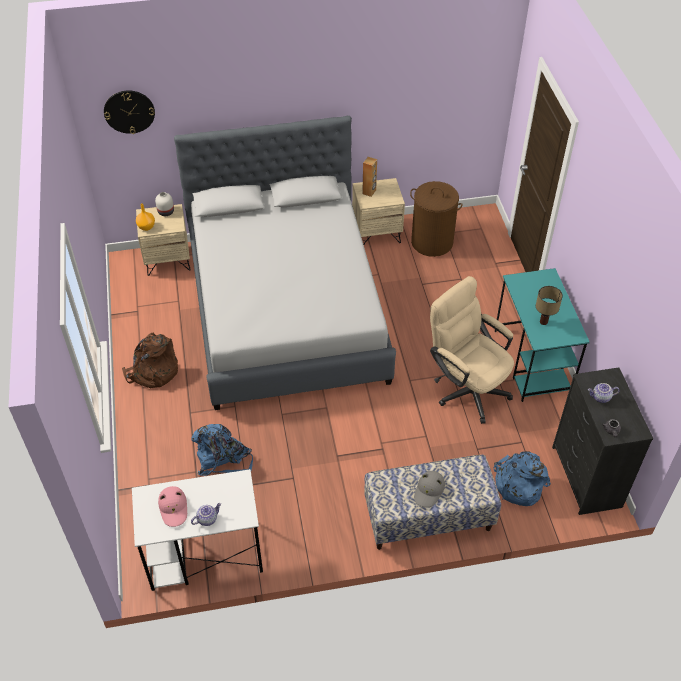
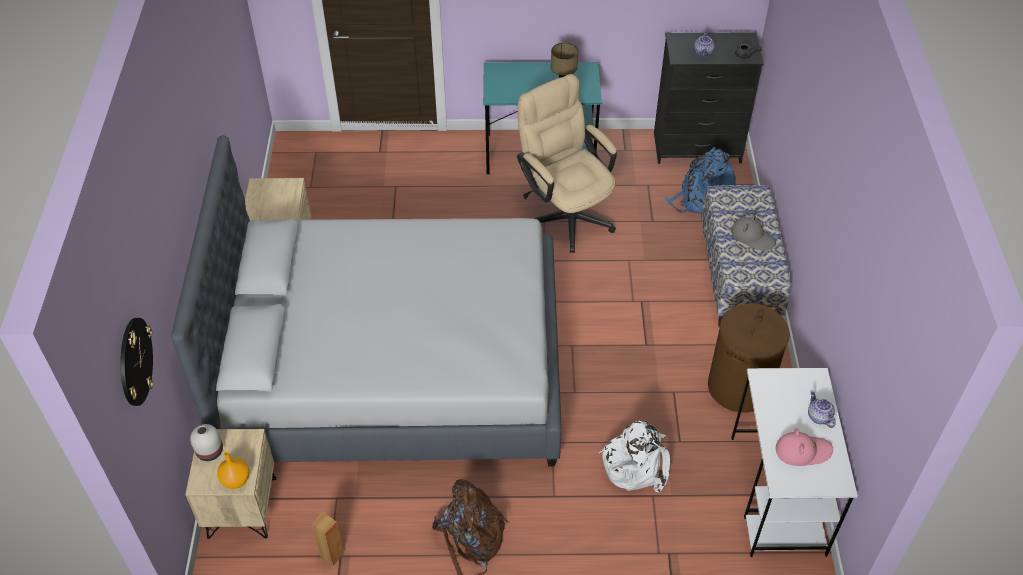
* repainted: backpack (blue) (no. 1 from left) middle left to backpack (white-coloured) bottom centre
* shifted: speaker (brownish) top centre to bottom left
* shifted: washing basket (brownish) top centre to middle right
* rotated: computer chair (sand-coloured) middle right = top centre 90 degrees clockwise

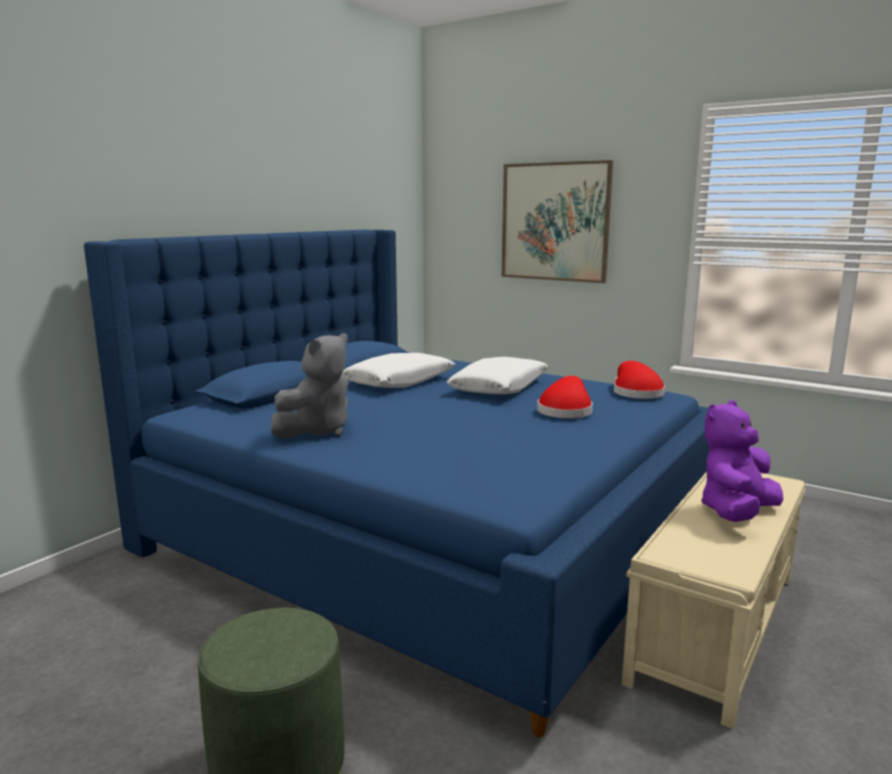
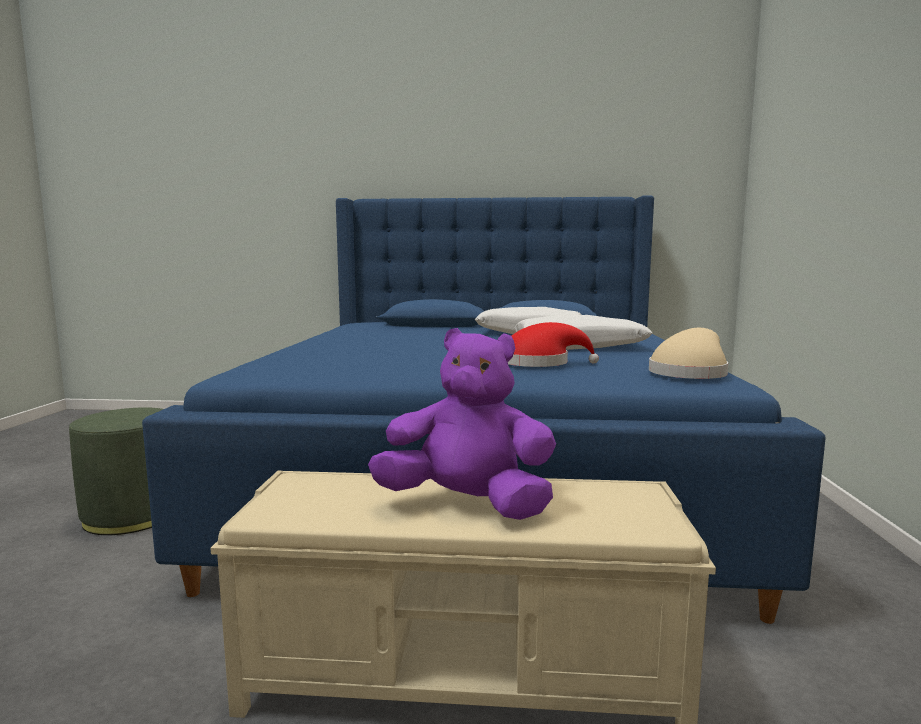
* gone: cuddly toy (greyish) centre
* gone: wall art top centre
* repainted: wearable hat (reddish) (no. 2 from left) middle right to wearable hat (sand-coloured) middle right

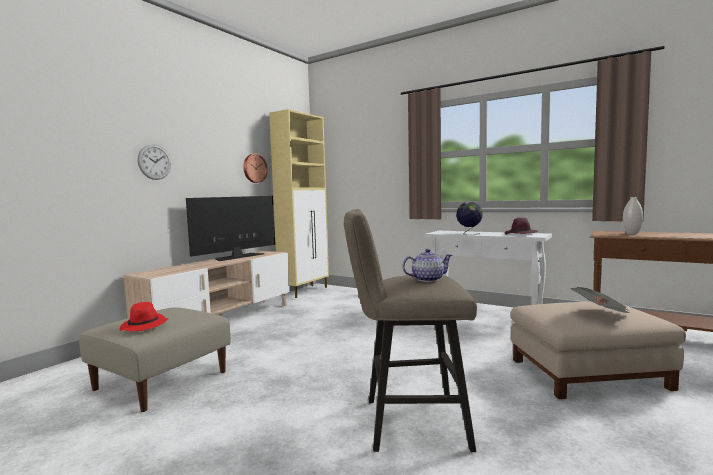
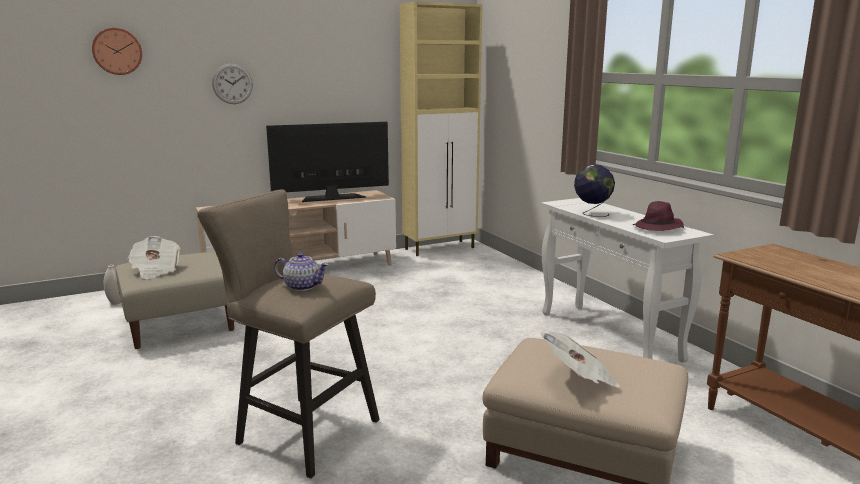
* swapped: wearable hat (reddish) middle left to printed paper (no. 1 from left) middle left
* shifted: hanging clock (no. 2 from left in the first image) centre to hanging clock (no. 1 from left) top left
* shifted: vase (white-coloured) middle right to middle left

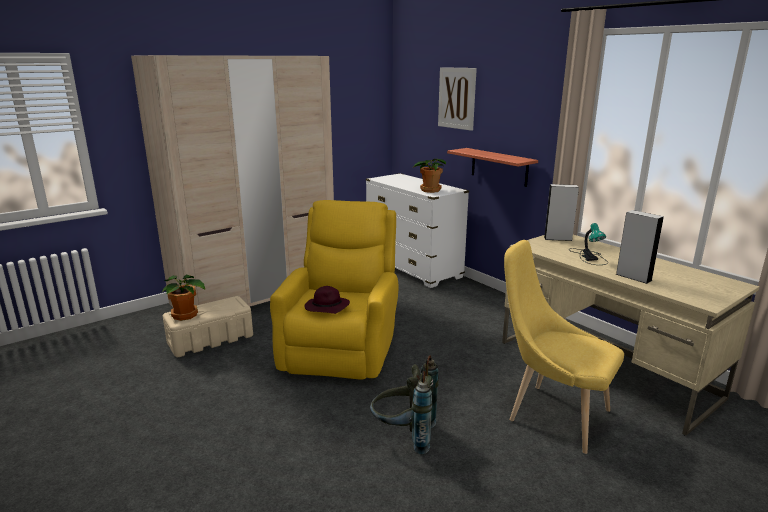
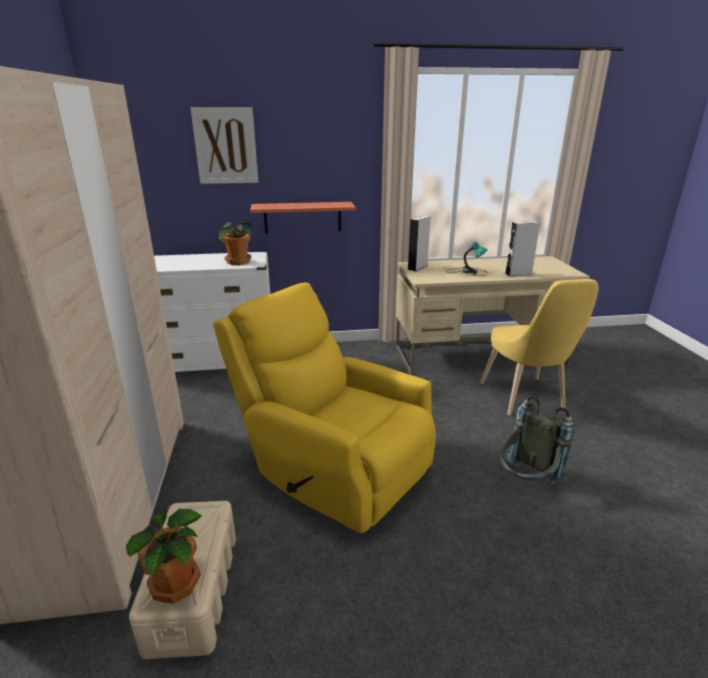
* gone: wearable hat (purplish) centre
* rotated: plain chair (yellowish) bottom right = middle right 75 degrees counterclockwise

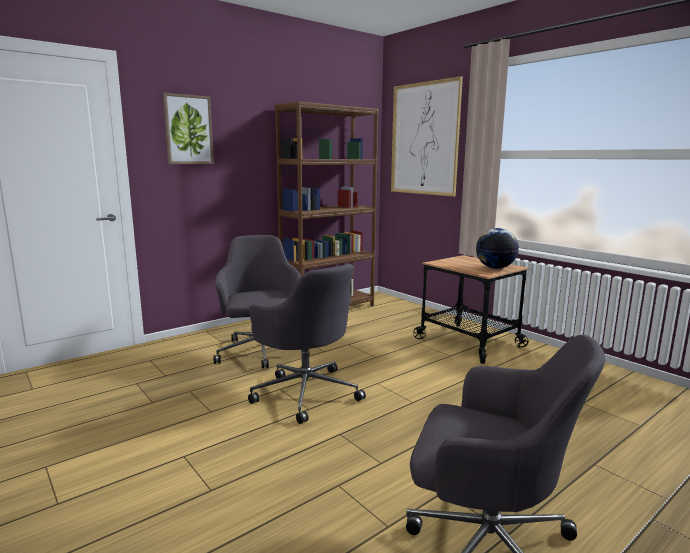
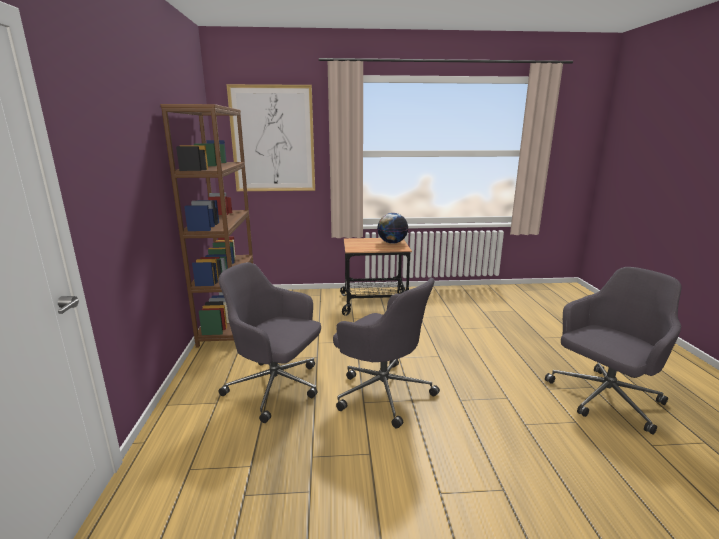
* gone: wall art (no. 1 from left) top left
* rotated: computer chair (greyish) (no. 2 from left) centre = centre 45 degrees clockwise

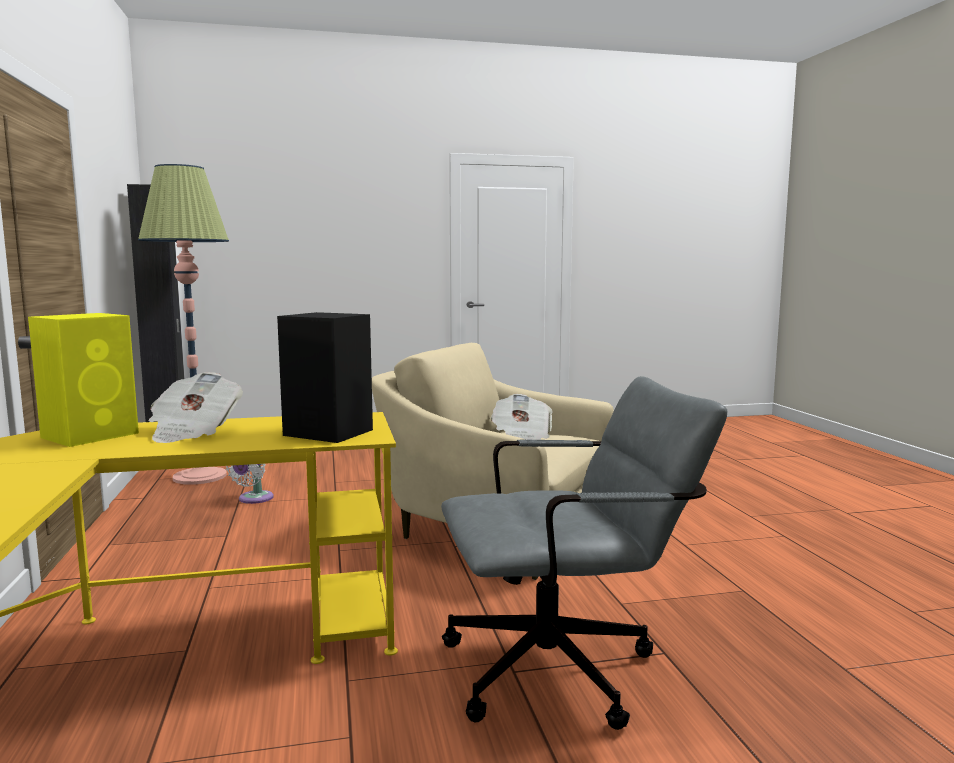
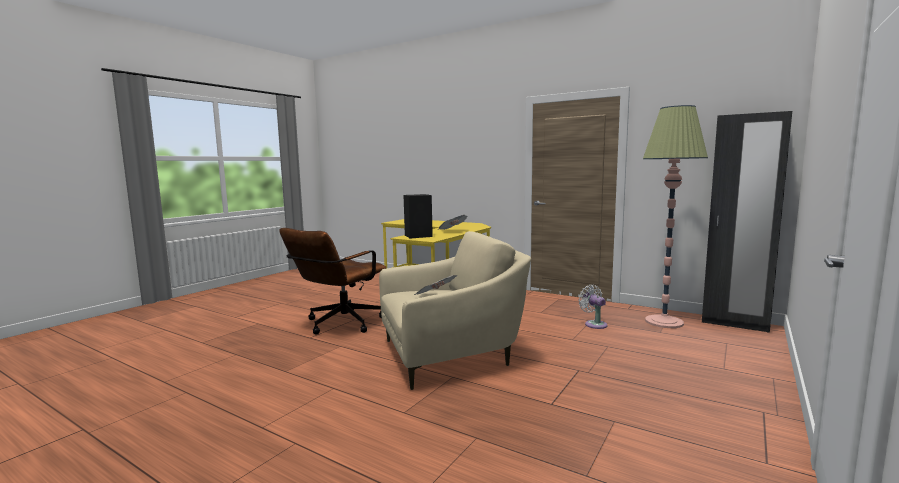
* gone: speaker (yellowish) middle left
* repainted: computer chair (greyish) bottom centre to computer chair (brownish) centre

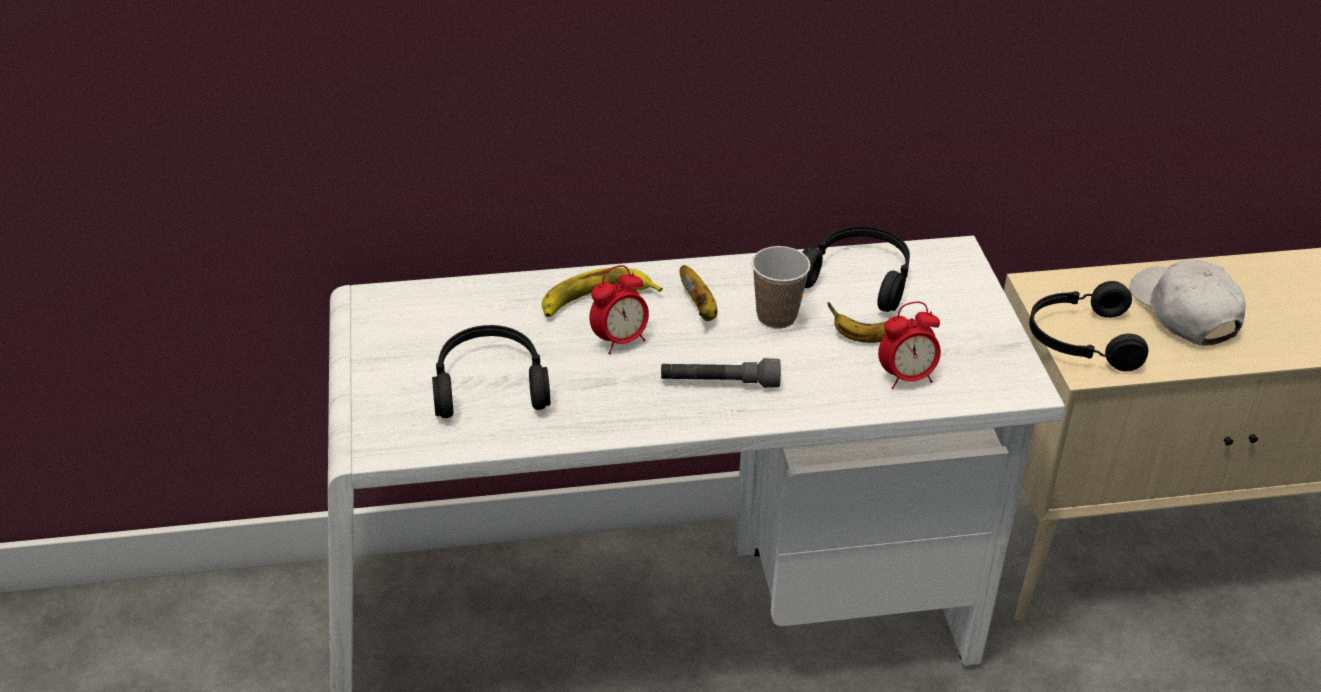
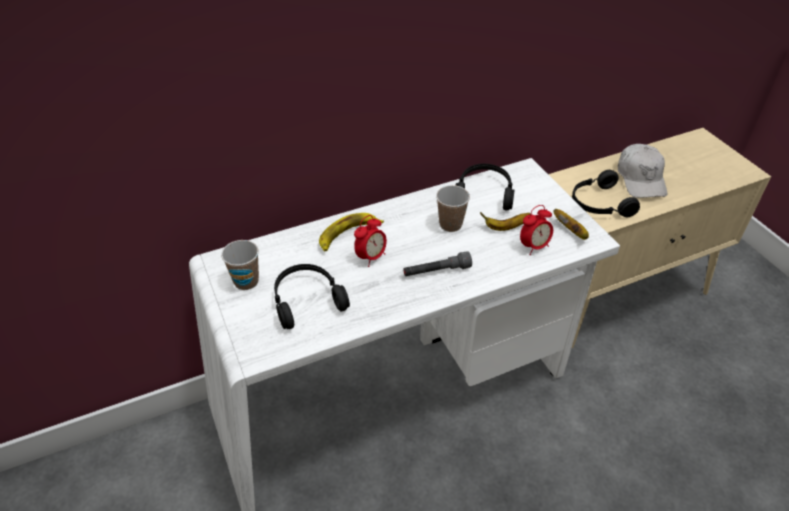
* shifted: banana fruit (no. 2 from left in the first image) centre to banana fruit (no. 3 from left) middle right
* rotated: peaked cap (white-coloured) middle right = middle right 150 degrees counterclockwise
* new: cup (no. 1 from left) middle left

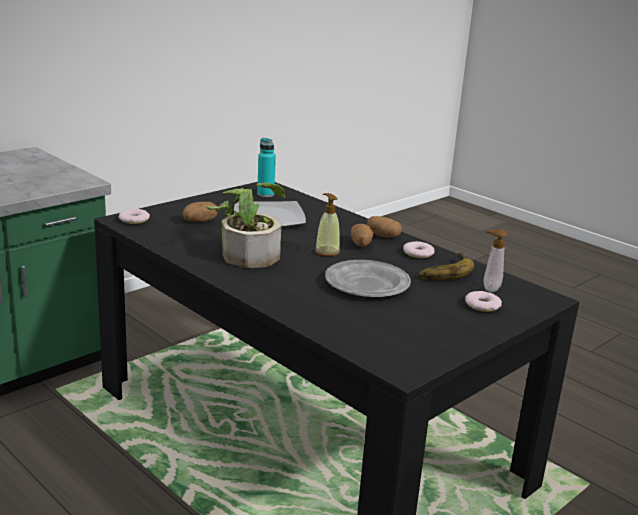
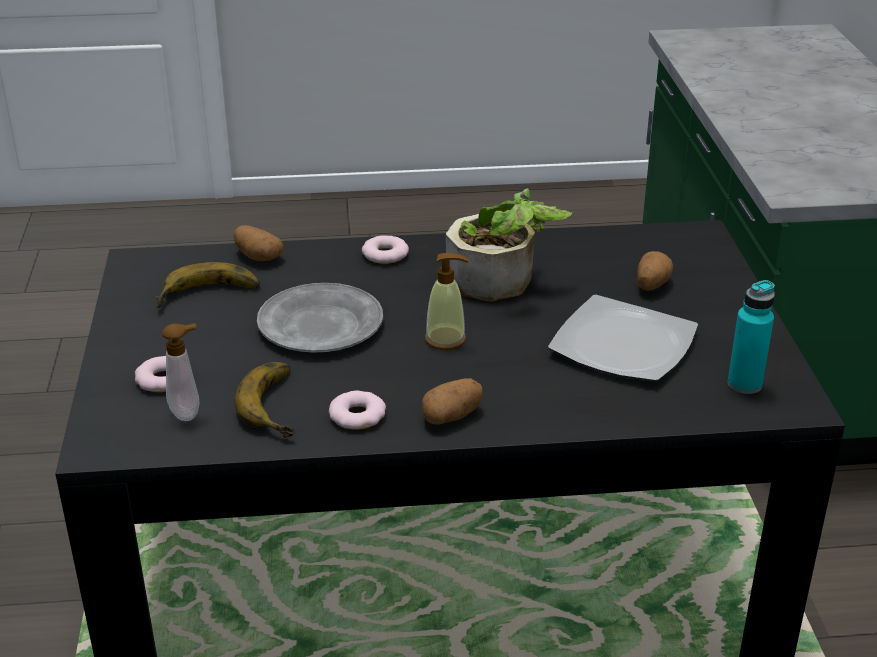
* shifted: ring doughnut (no. 1 from left in the first image) middle left to ring doughnut (no. 3 from left) centre
* shifted: spud (no. 2 from left in the first image) centre to spud (no. 1 from left) middle left
* new: banana fruit (no. 1 from left) middle left

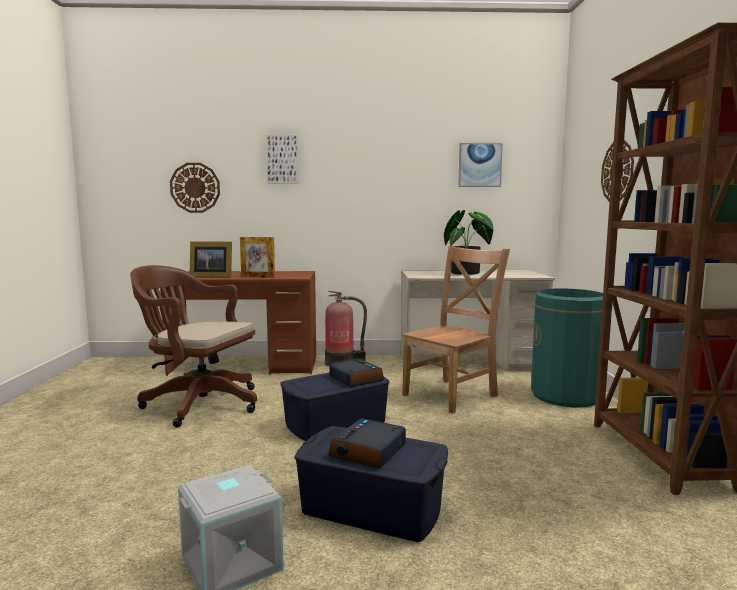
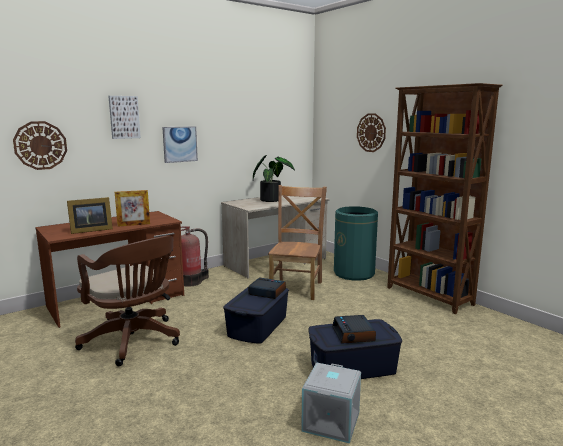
* rotated: computer chair (brownish) middle left = bottom left 120 degrees counterclockwise
* shifted: wall art (no. 2 from left) top centre to top left

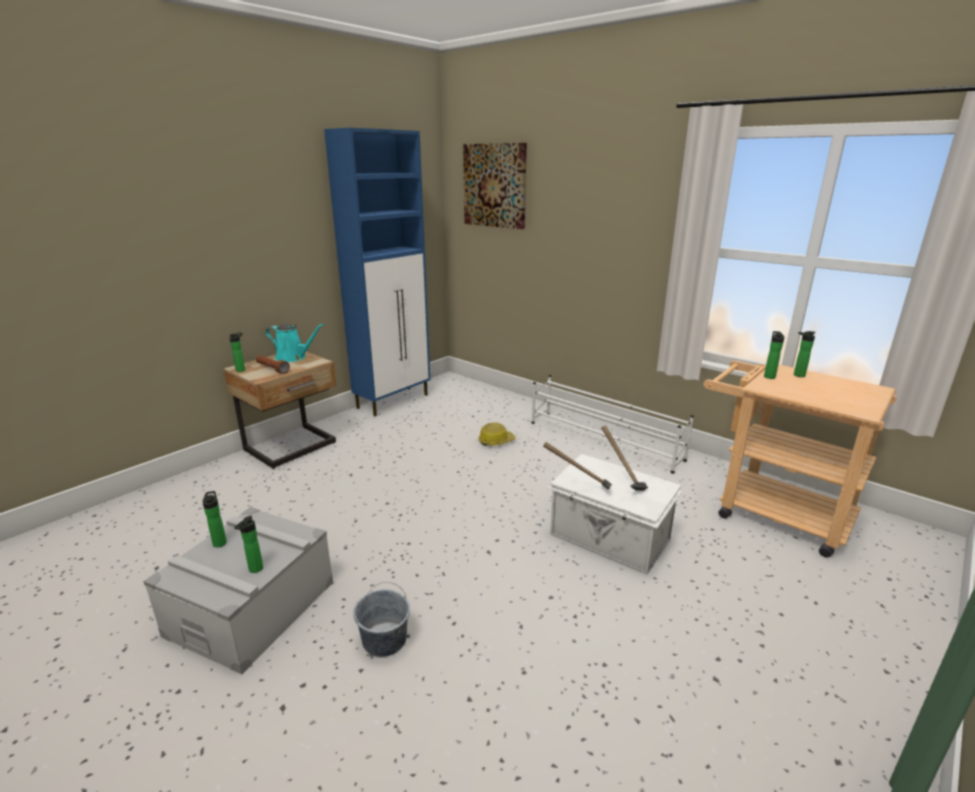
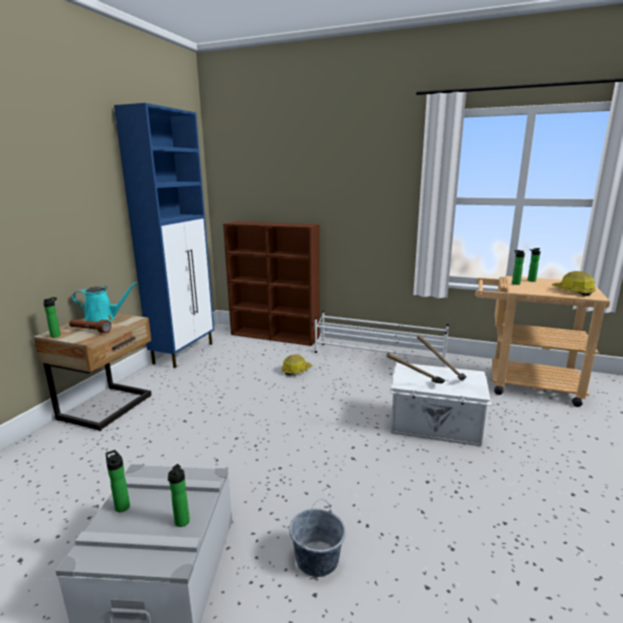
* gone: wall art top centre
* new: bookcase (brownish) centre
* new: work helmet (no. 2 from left) middle right

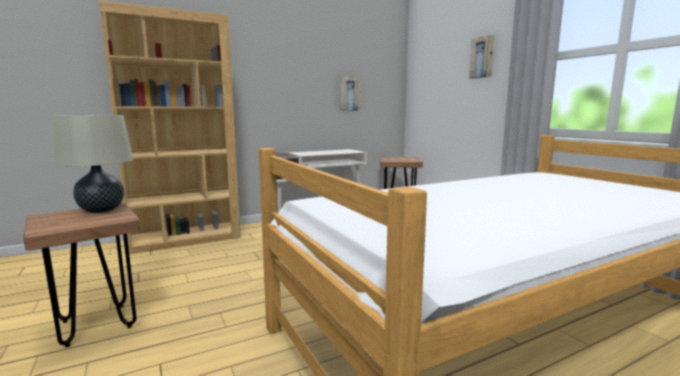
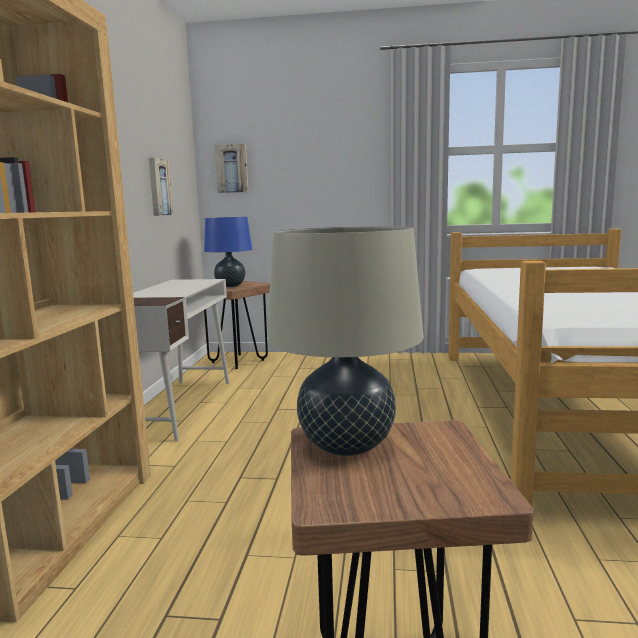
* shifted: wall art (no. 2 from left) top right to top centre
* new: tabletop lamp (blue) centre

